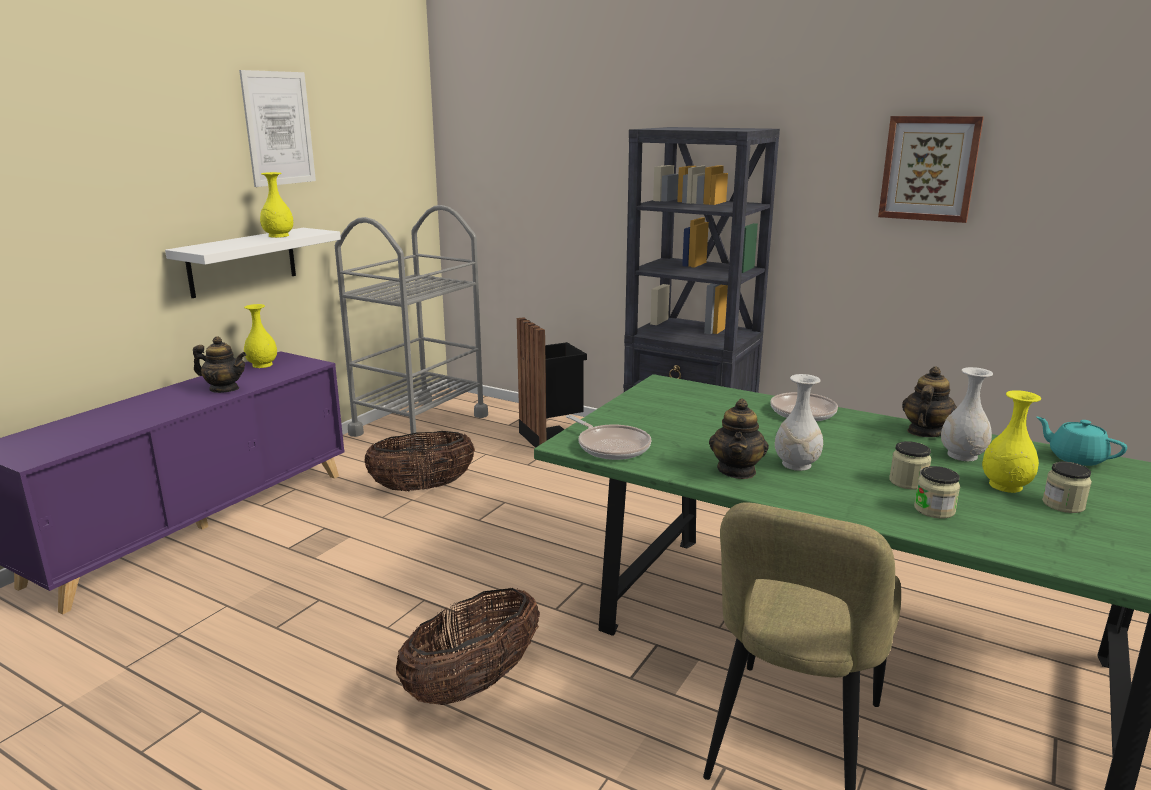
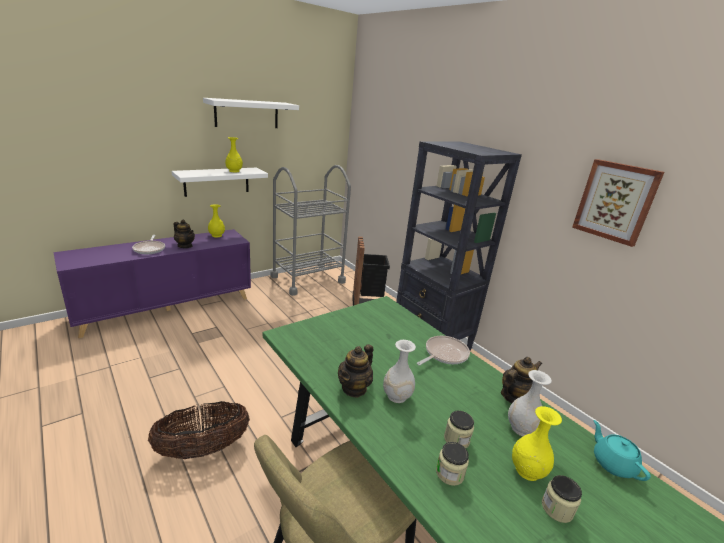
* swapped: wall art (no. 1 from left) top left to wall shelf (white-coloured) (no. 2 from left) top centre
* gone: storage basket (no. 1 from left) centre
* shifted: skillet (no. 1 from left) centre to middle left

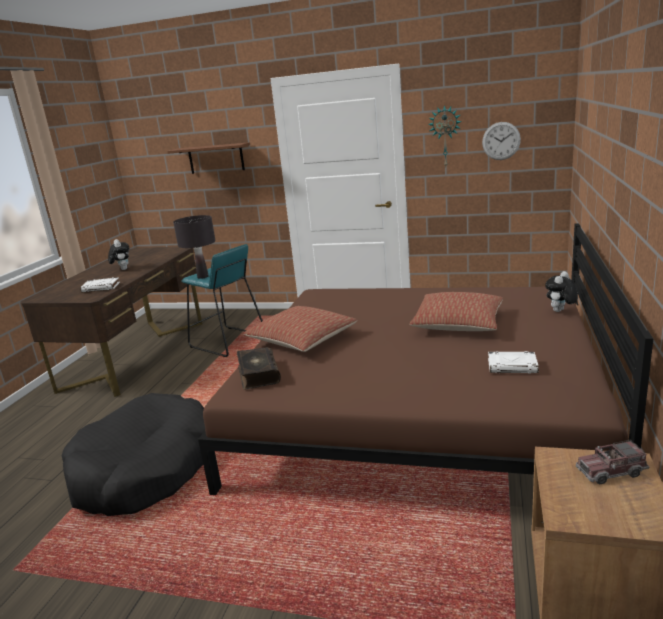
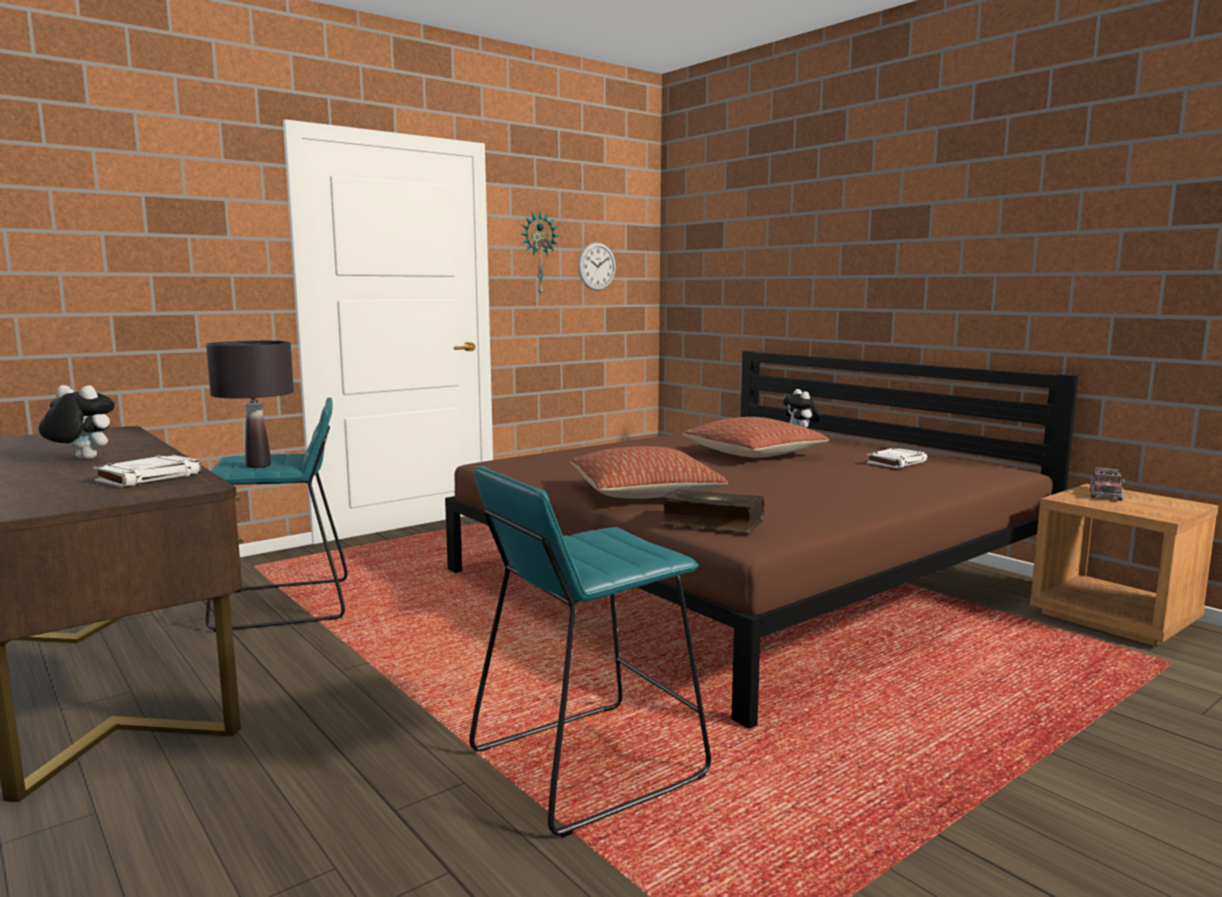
* swapped: dog bed (black-coloured) bottom left to stool (turquoise-coloured) (no. 2 from left) bottom centre
* gone: wall shelf (brownish) top left

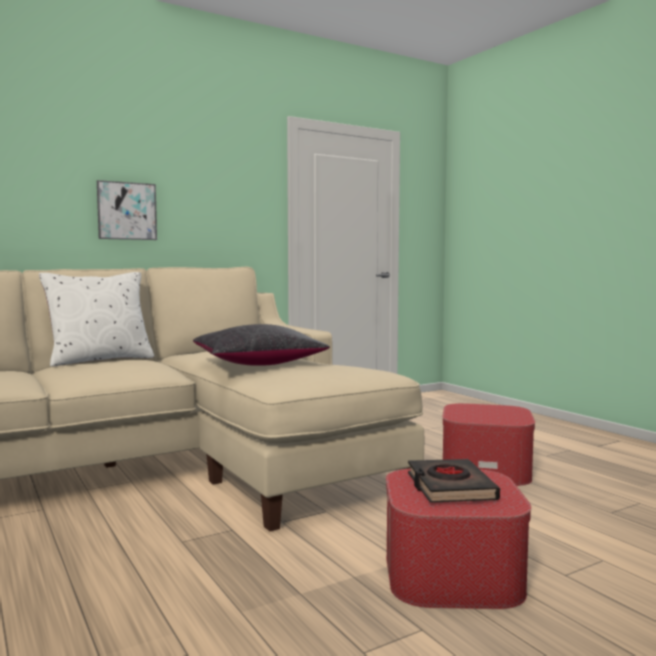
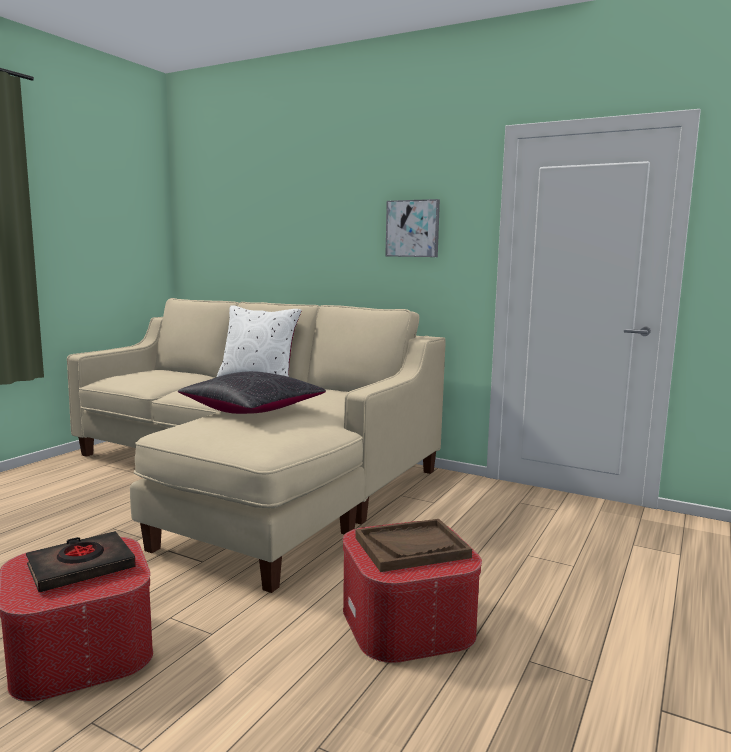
* shifted: wall art top left to top centre
* new: carrying tray (brownish) bottom centre

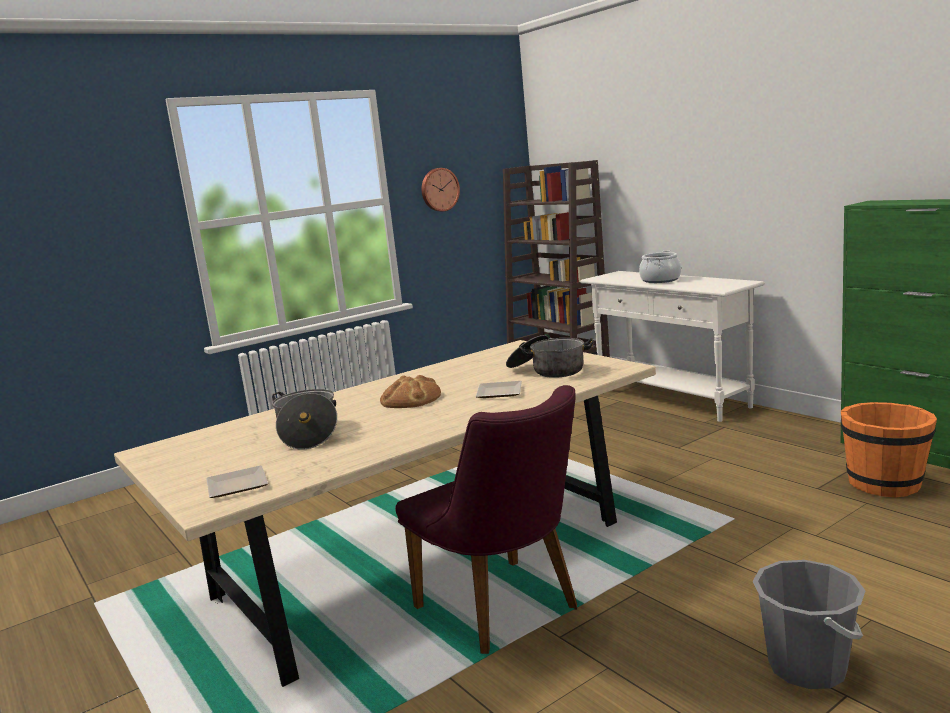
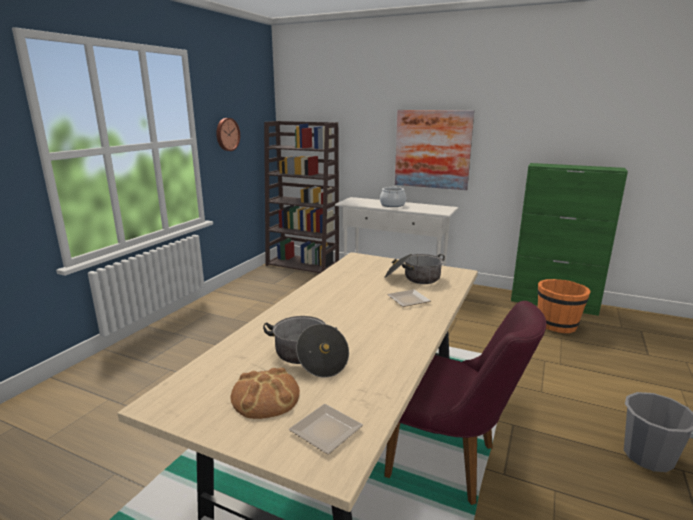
* shifted: baked bread centre to bottom centre
* new: wall art top centre

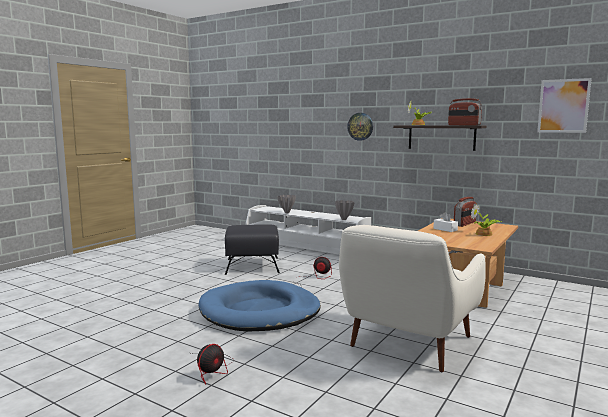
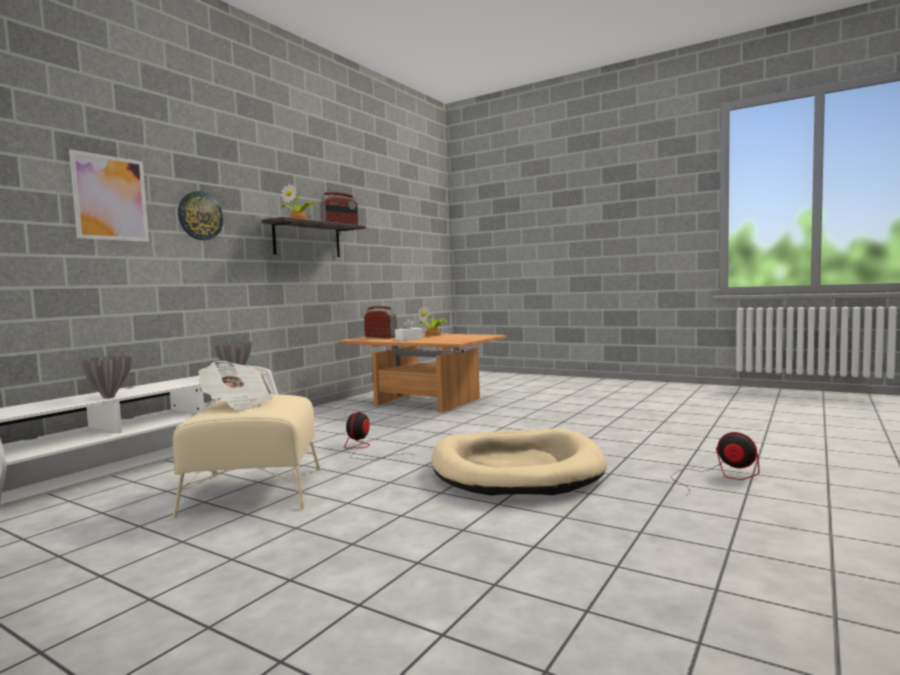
* repainted: dog bed (blue) bottom centre to dog bed (sand-coloured) bottom centre
* repainted: footrest (black-coloured) centre to footrest (sand-coloured) bottom left
* gone: armchair (white-coloured) bottom right
* shifted: wall art top right to top left
* new: printed paper middle left

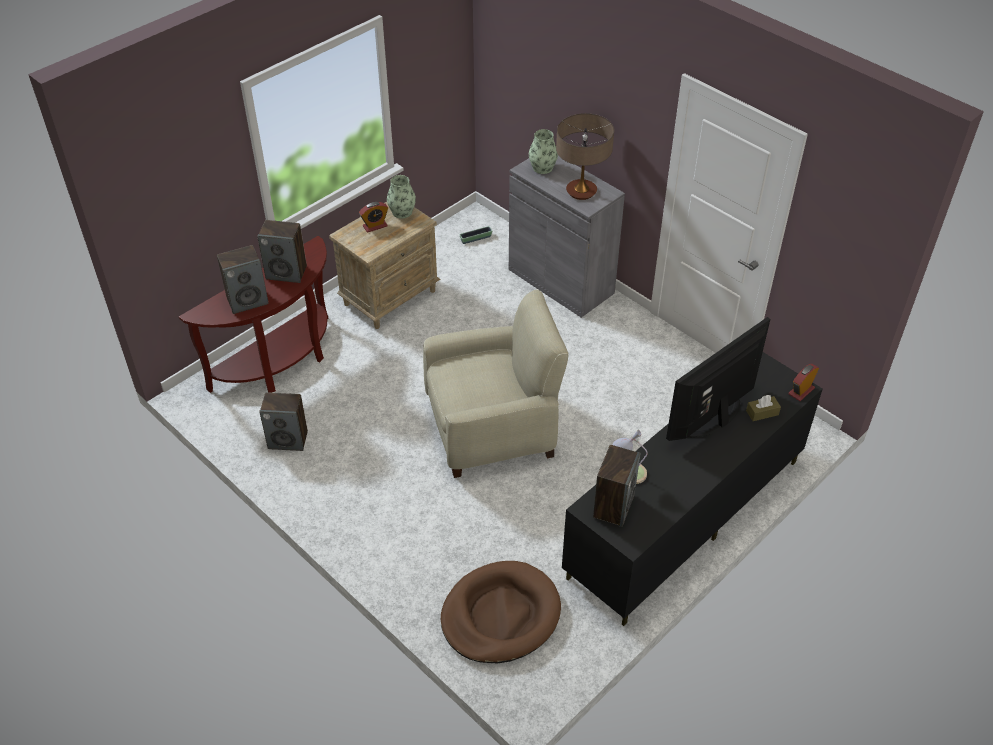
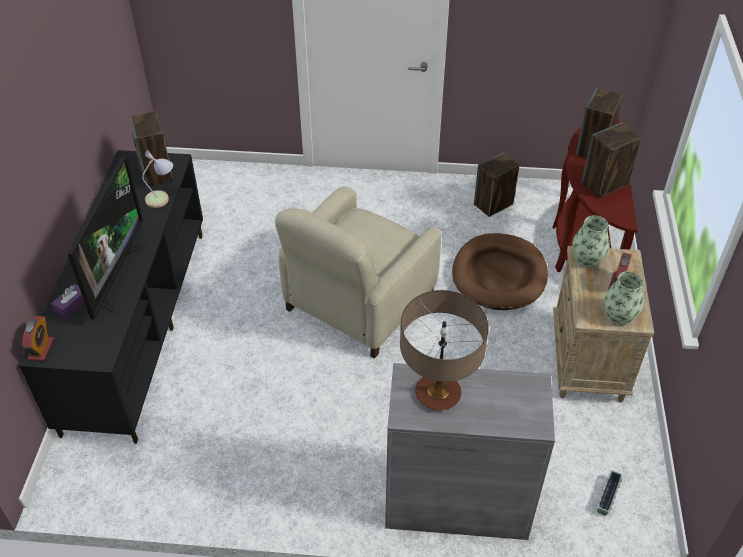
* shifted: dog bed (brownish) bottom centre to middle right
* shifted: vase (no. 2 from left in the first image) top centre to vase (no. 1 from left) middle right
* repainted: tissue box (brownish) middle right to tissue box (purplish) middle left

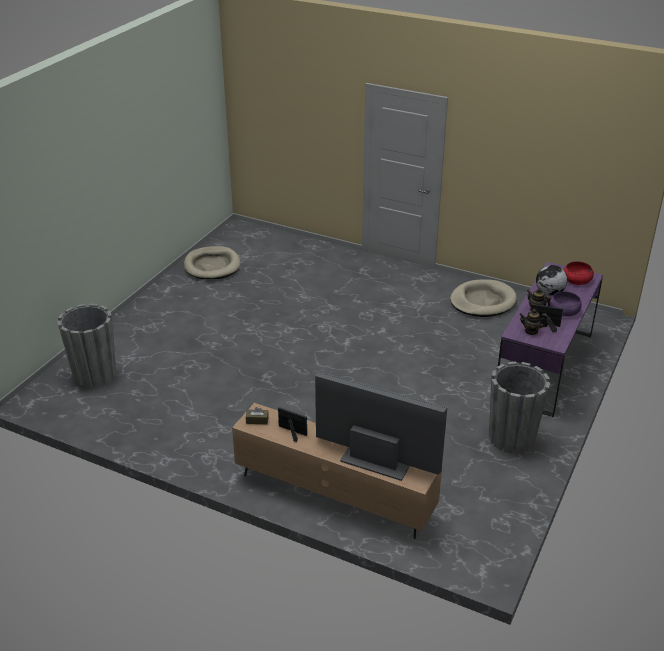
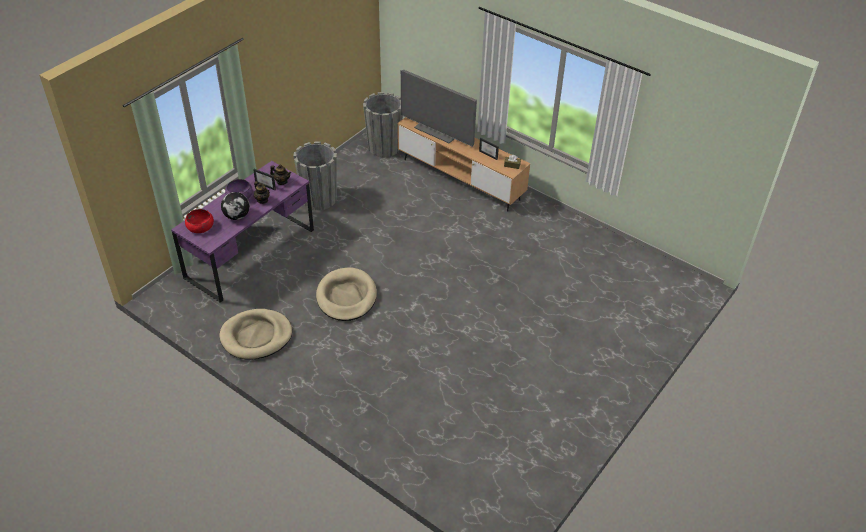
* shifted: planter (greyish) (no. 1 from left in the first image) middle left to planter (greyish) (no. 2 from left) top centre
* shifted: dog bed (sand-coloured) (no. 1 from left in the first image) middle left to dog bed (sand-coloured) (no. 2 from left) centre

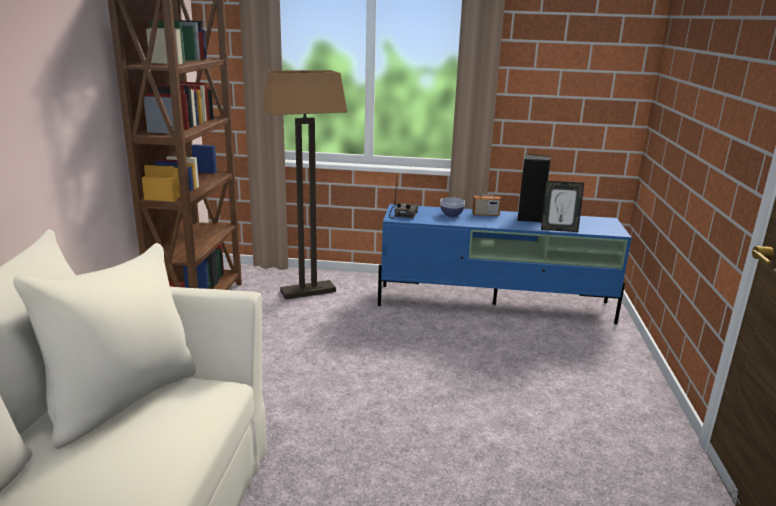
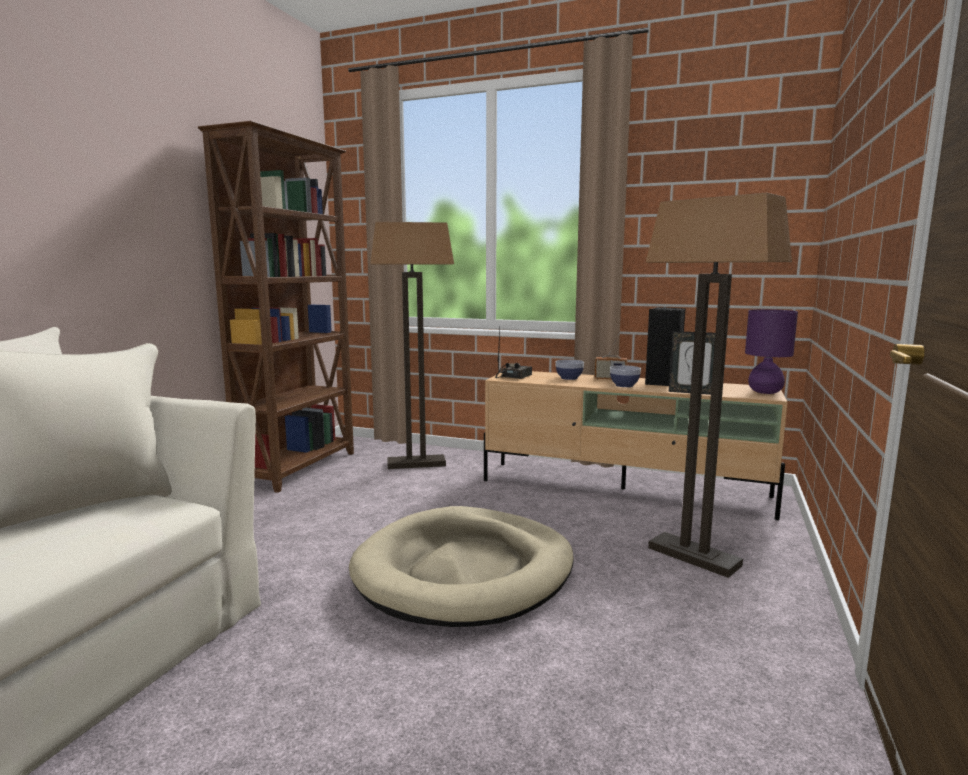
* repainted: tv unit (blue) centre to tv unit (sand-coloured) centre
* new: dog bed (sand-coloured) bottom centre
* new: bowl (no. 2 from left) centre
* new: standard lamp (no. 2 from left) middle right
* new: tabletop lamp (purplish) middle right

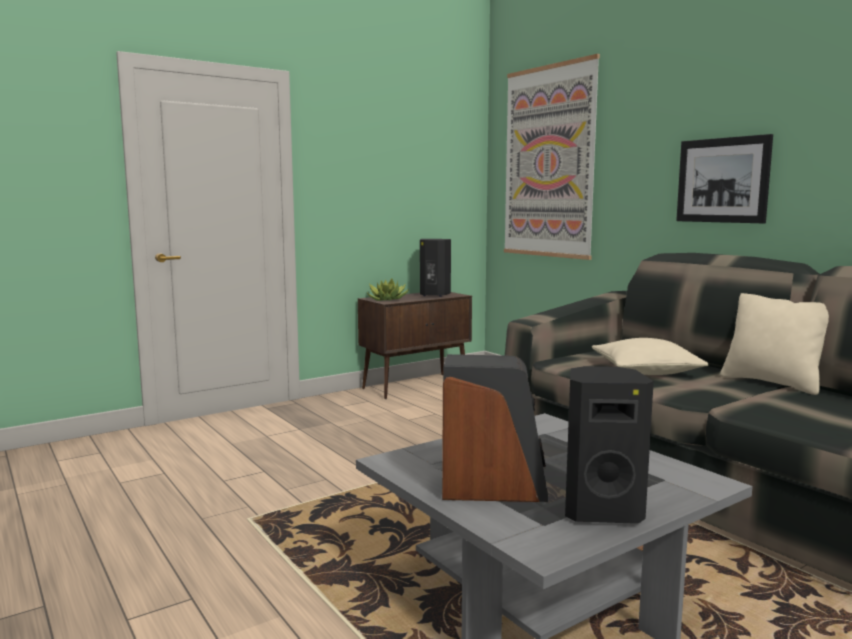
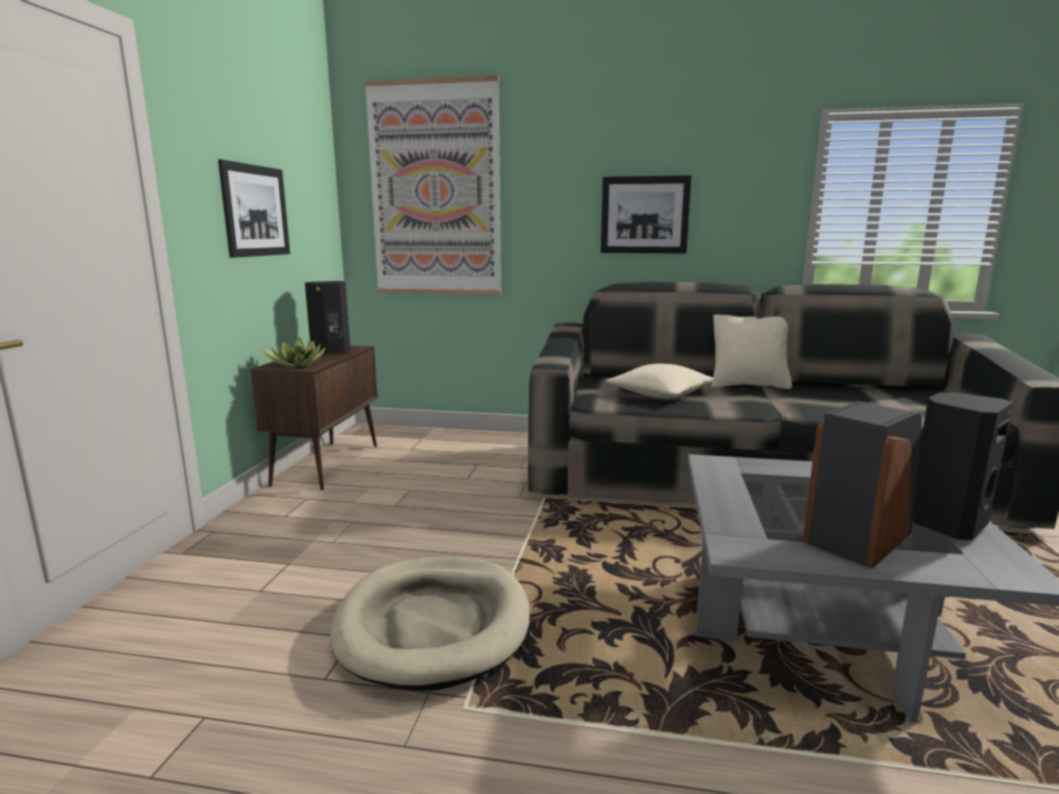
* new: wall art (no. 1 from left) top left
* new: dog bed (sand-coloured) bottom centre

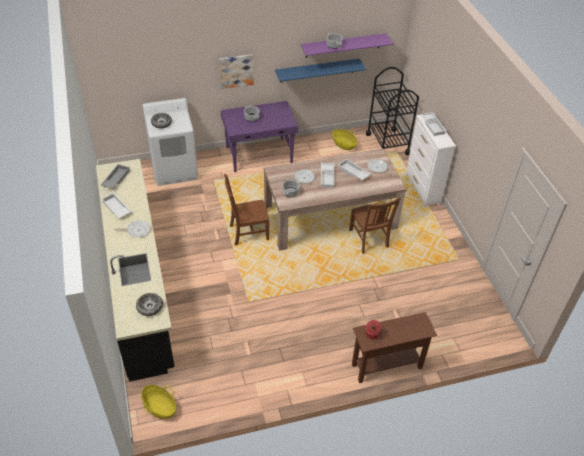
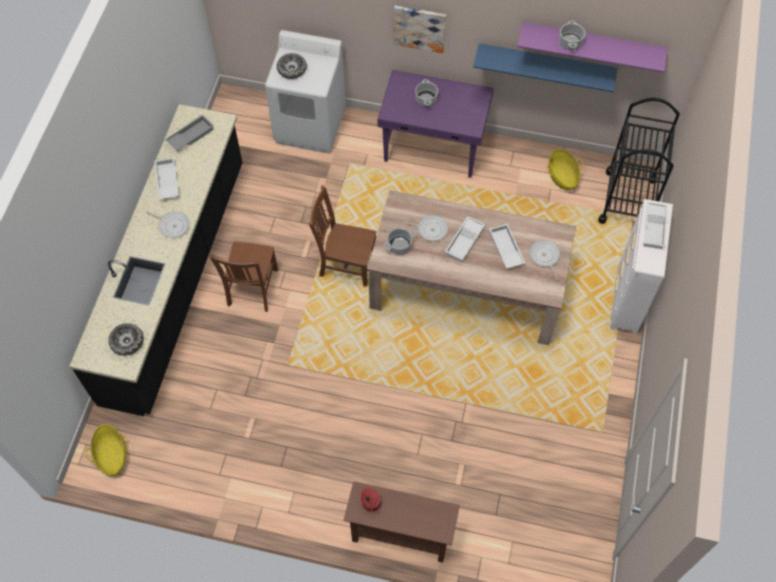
* shifted: plain chair (brownish) (no. 2 from left in the first image) centre to plain chair (brownish) (no. 1 from left) middle left

